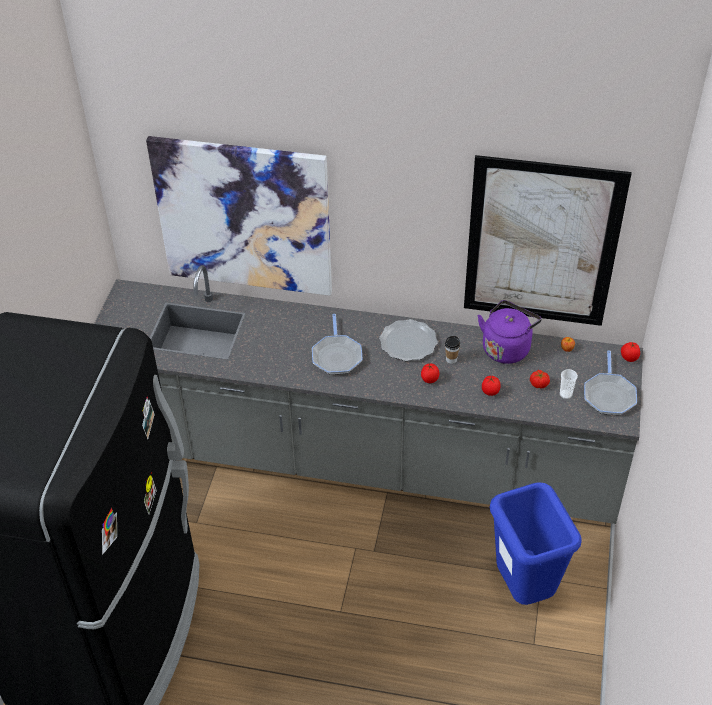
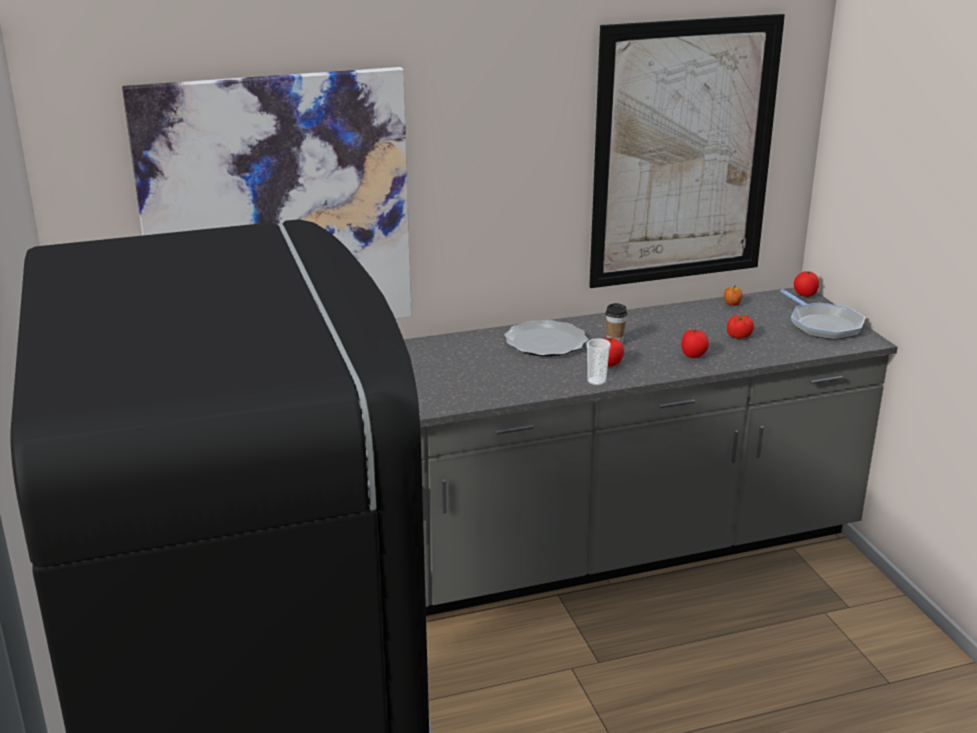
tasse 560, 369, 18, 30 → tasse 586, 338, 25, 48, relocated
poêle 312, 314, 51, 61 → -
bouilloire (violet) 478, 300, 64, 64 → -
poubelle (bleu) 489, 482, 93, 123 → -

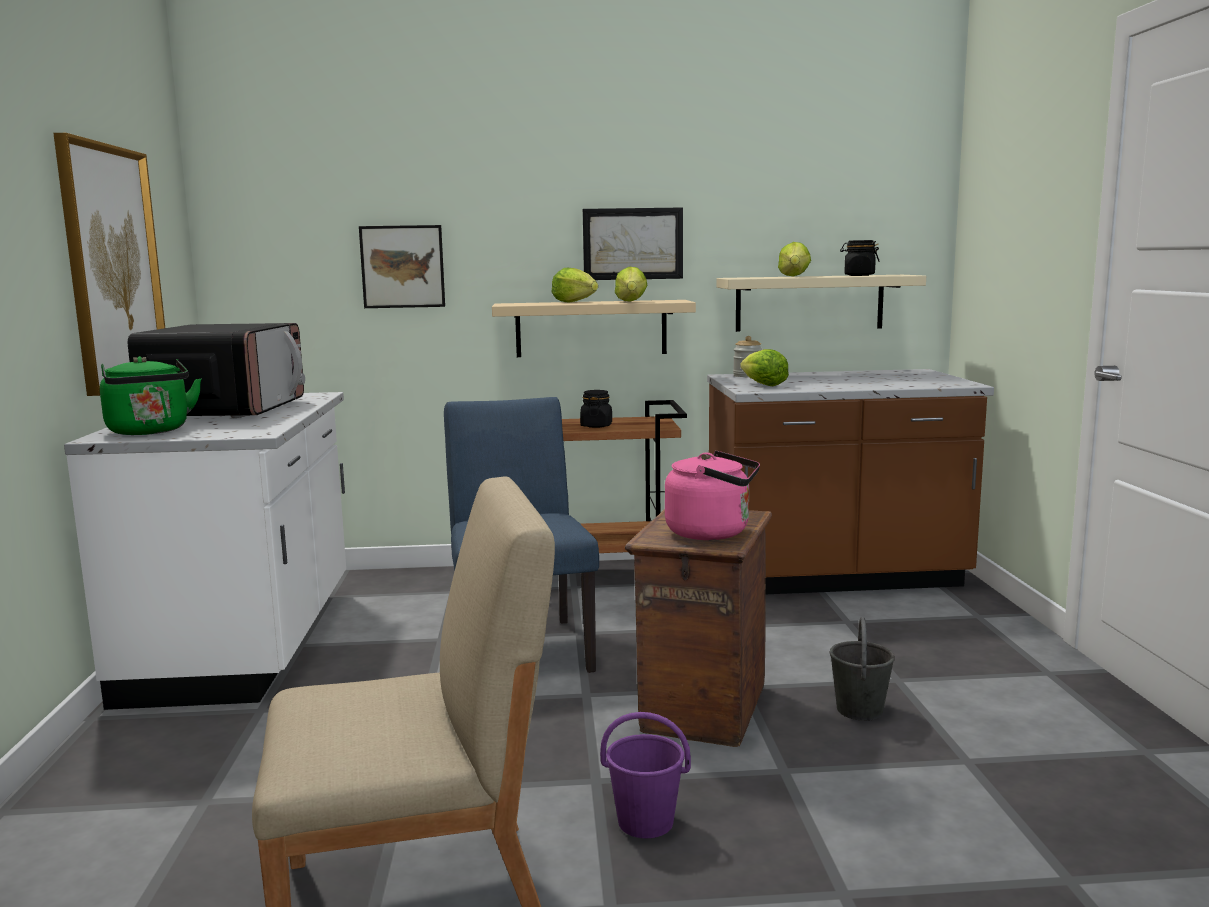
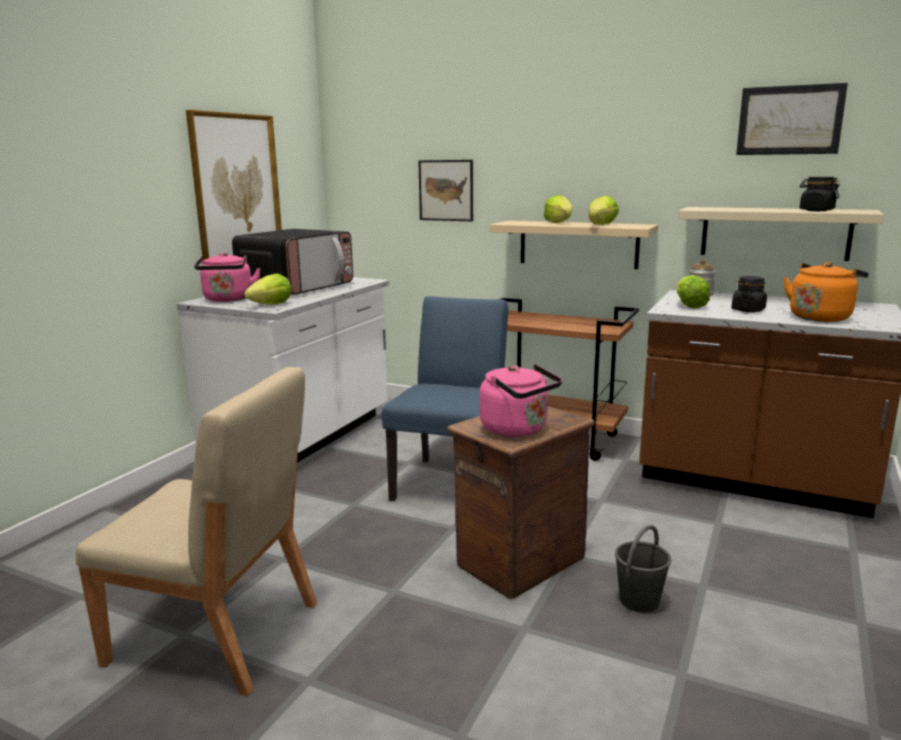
bouilloire (vert) 100, 356, 102, 79 → bouilloire (rose) 194, 252, 67, 50
laitue 778, 242, 33, 35 → laitue 244, 274, 47, 30, relocated
bocal (noir) 580, 390, 32, 38 → bocal (noir) 731, 276, 36, 36, relocated
tableau 583, 207, 100, 73 → tableau 736, 83, 112, 72, relocated
- → bouilloire (orange) 784, 262, 85, 60
seau (violet) 600, 712, 91, 126 → -

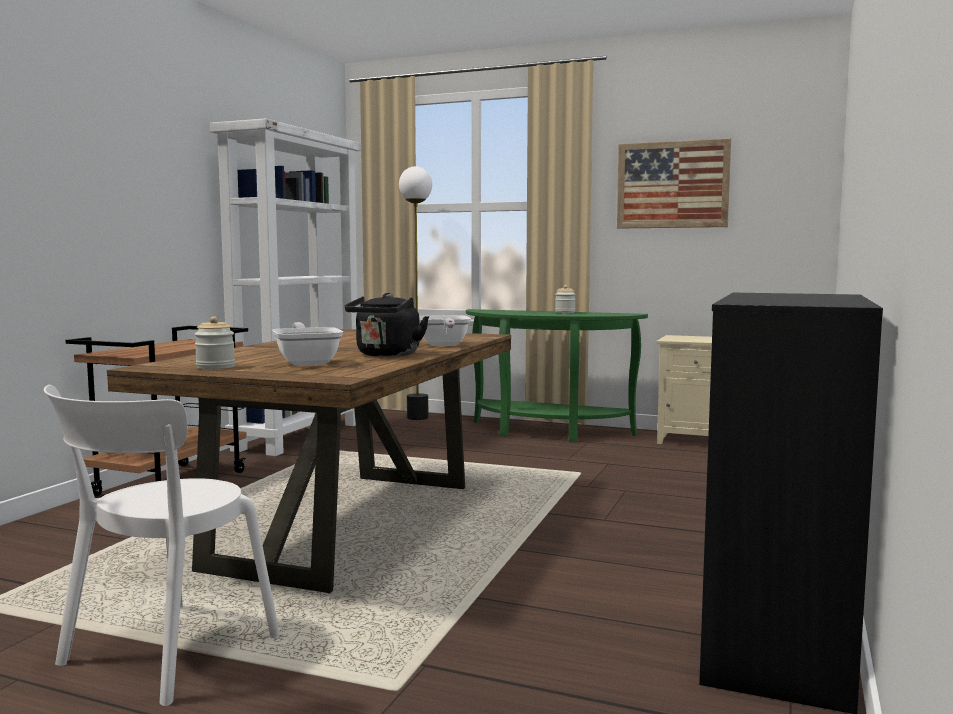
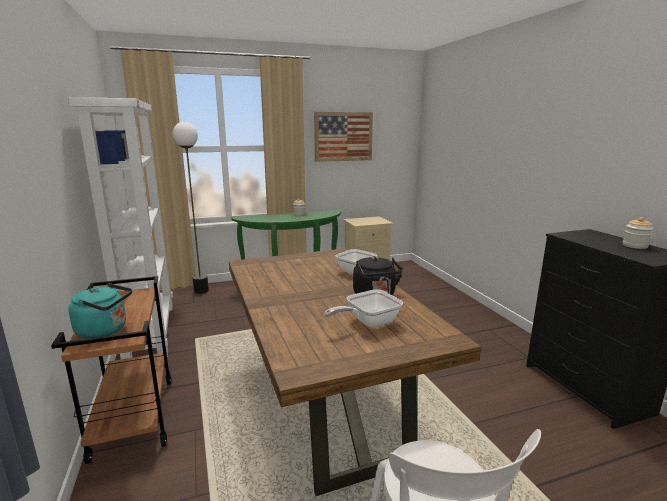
- → bouilloire (turquoise) 68, 283, 64, 56
poêle 272, 322, 71, 44 → poêle 324, 289, 79, 39, 60 degrees counterclockwise
bocal 194, 316, 41, 53 → bocal 623, 217, 30, 32, relocated

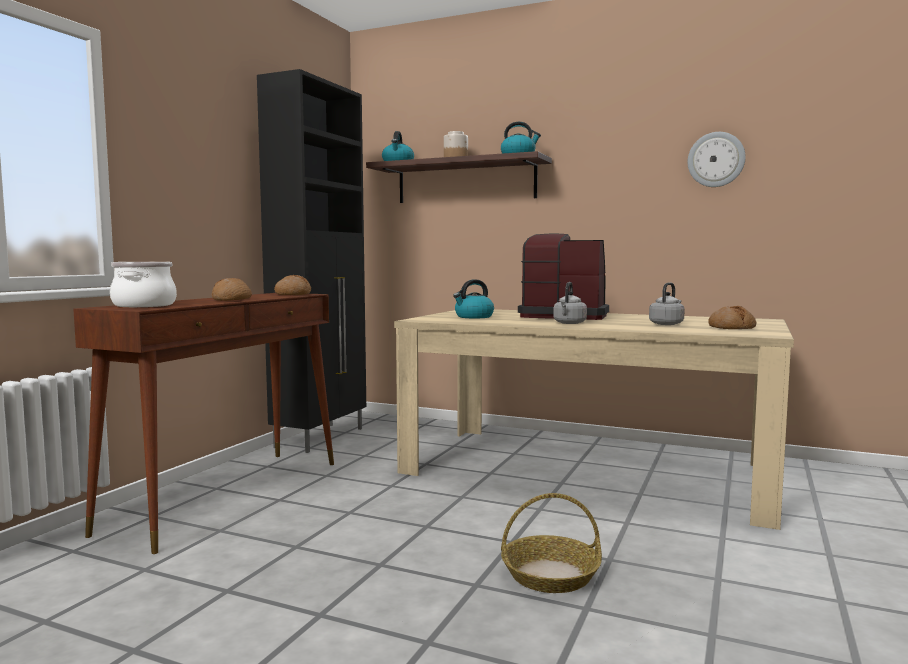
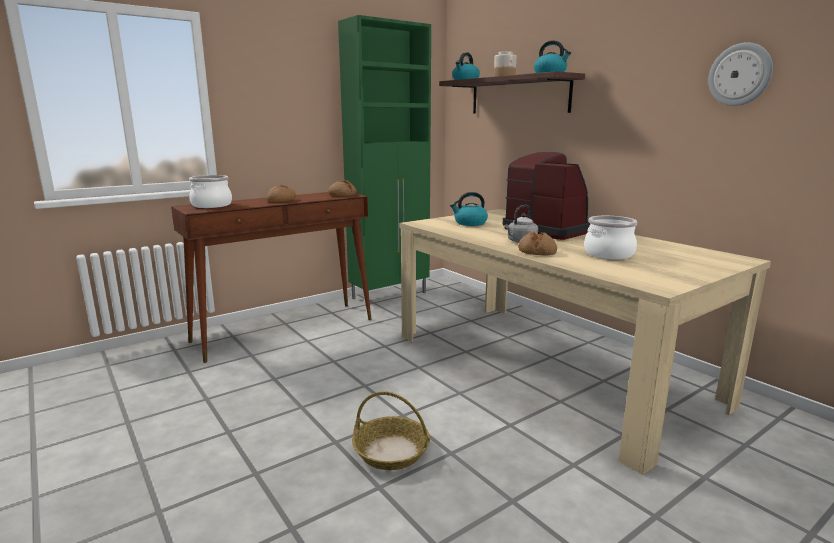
meuble de rangement (noir) 257, 69, 109, 384 → meuble de rangement (vert) 338, 15, 93, 284
pain 708, 306, 48, 23 → pain 518, 232, 39, 24, relocated
bouilloire (gris) 649, 282, 36, 43 → marmite 584, 216, 53, 43

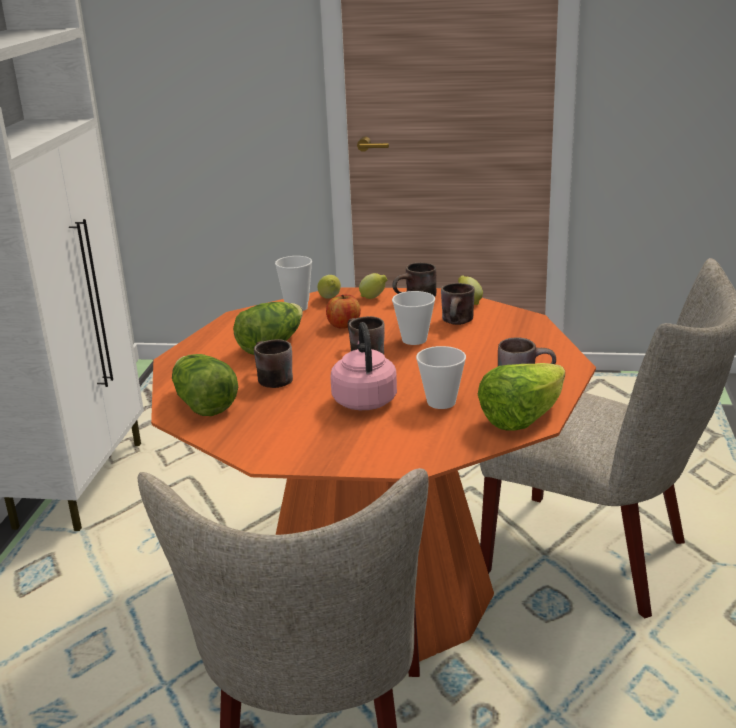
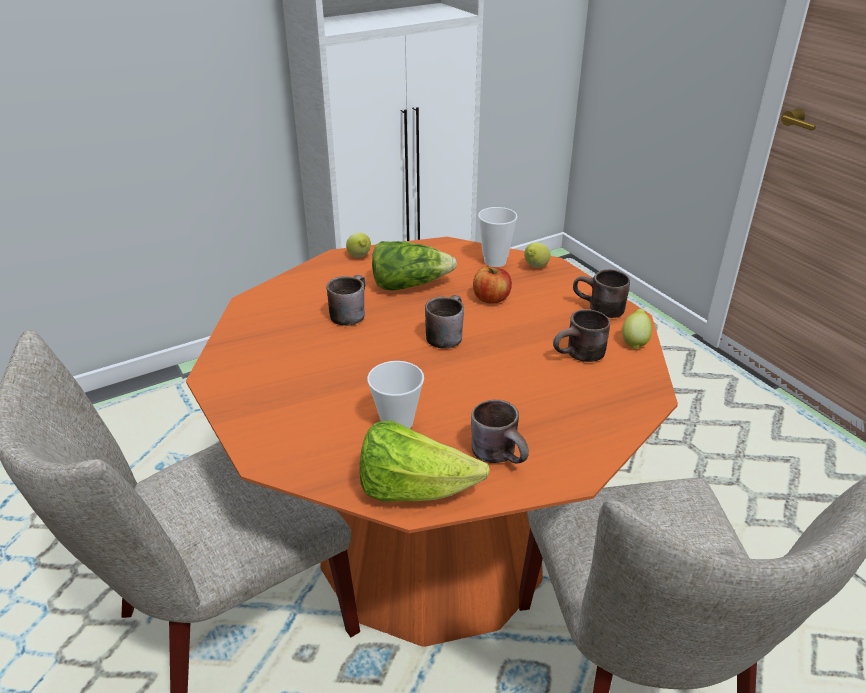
citron 359, 273, 29, 26 → citron 346, 233, 25, 24, relocated
laitue 172, 354, 66, 62 → -
bouilloire (rose) 330, 322, 67, 88 → -
tasse 392, 291, 43, 54 → -

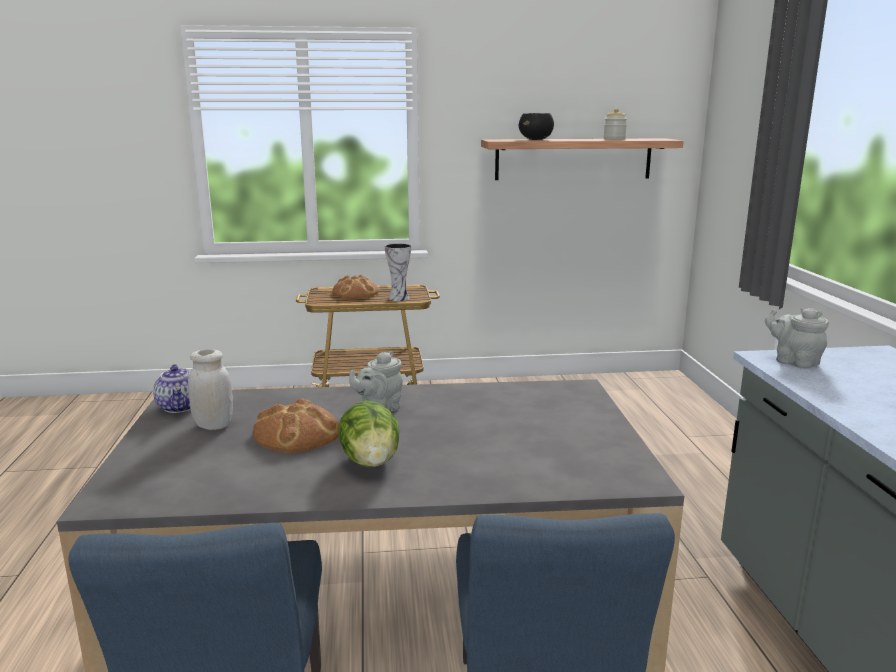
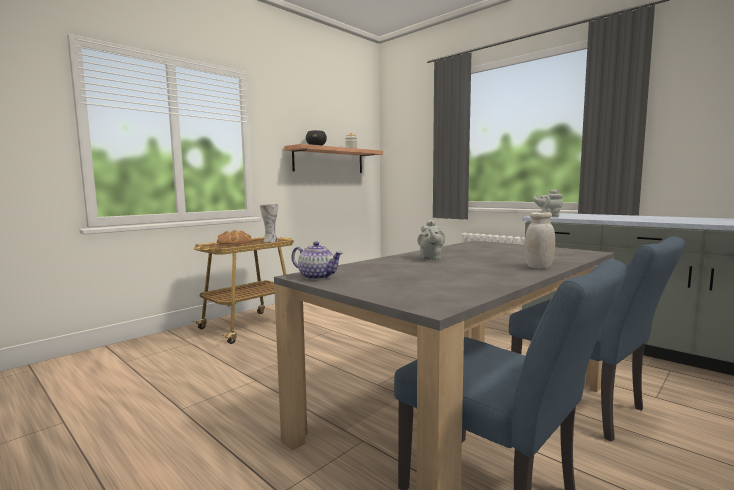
bocal (blanc) 188, 349, 45, 81 → bocal (blanc) 524, 212, 31, 56, relocated
pain 253, 398, 86, 55 → -
laitue 338, 401, 62, 66 → -

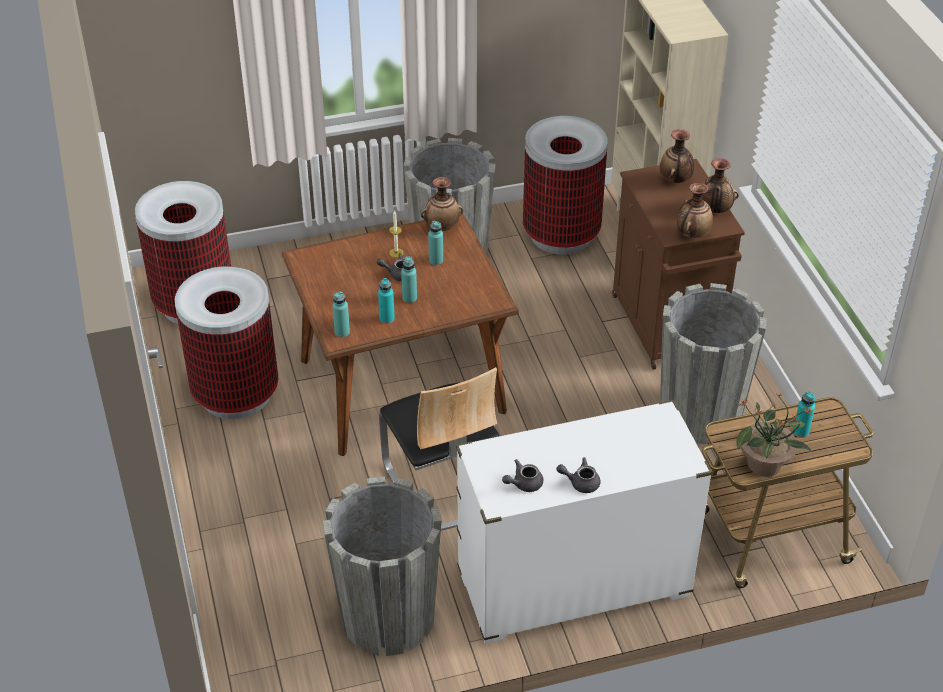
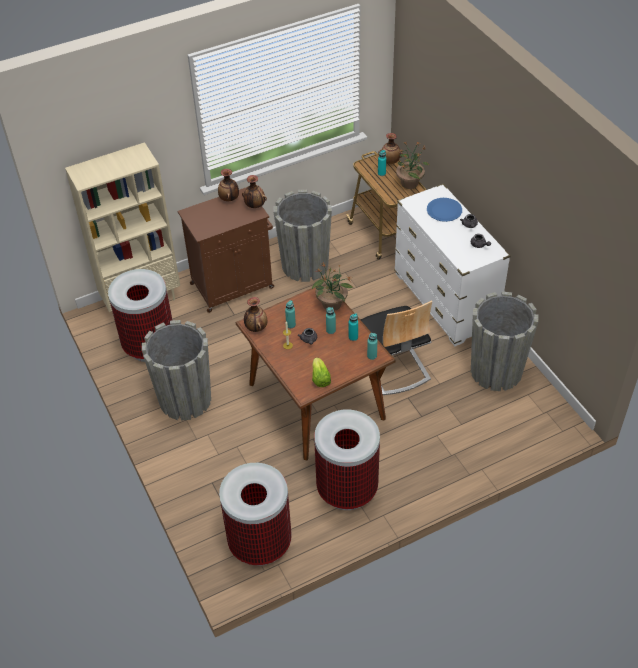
- → plante en pot 312, 263, 42, 48
- → laitue 312, 357, 19, 30
chaise 379, 367, 121, 164 → chaise 361, 300, 71, 95, 105 degrees clockwise
vase 660, 129, 34, 54 → vase 378, 133, 25, 31, relocated
- → assiette (bleu) 427, 198, 35, 24

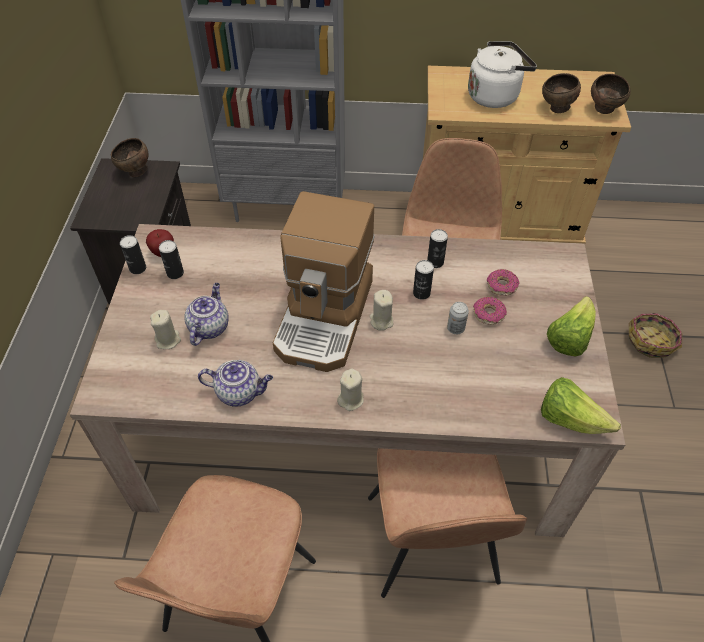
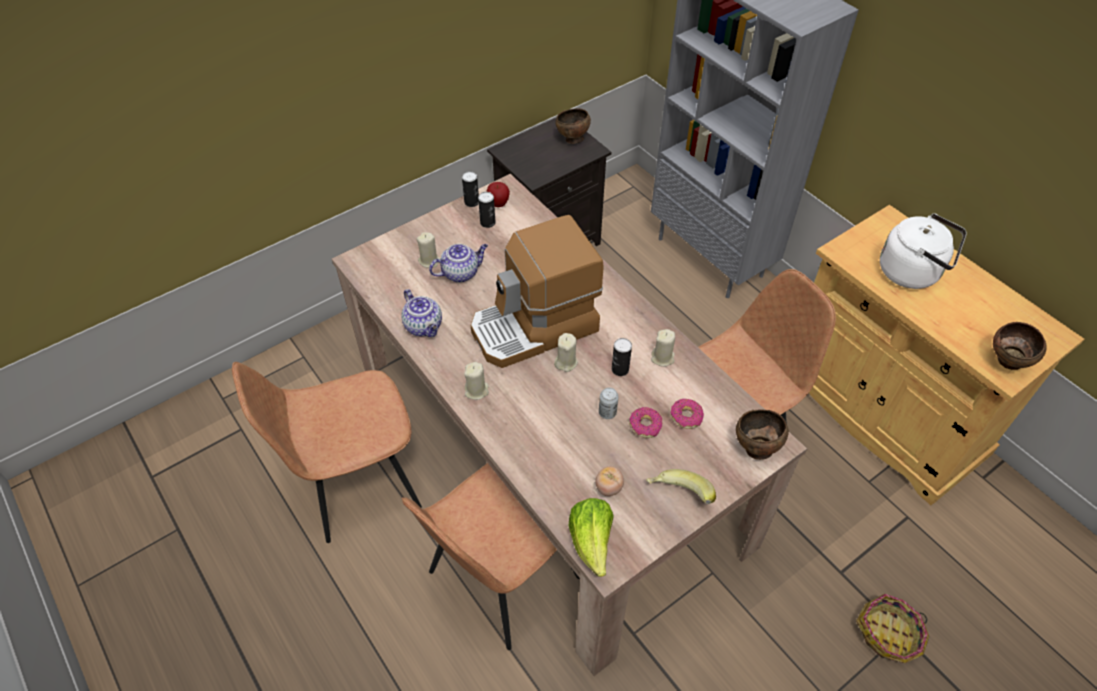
- → tomate 595, 466, 29, 30
laitue 547, 296, 49, 61 → banane 646, 469, 70, 35
boîte métallique 427, 229, 21, 39 → bougie (beige) 651, 329, 24, 38
bol (marron) 542, 73, 39, 40 → bol (marron) 736, 409, 53, 51, relocated

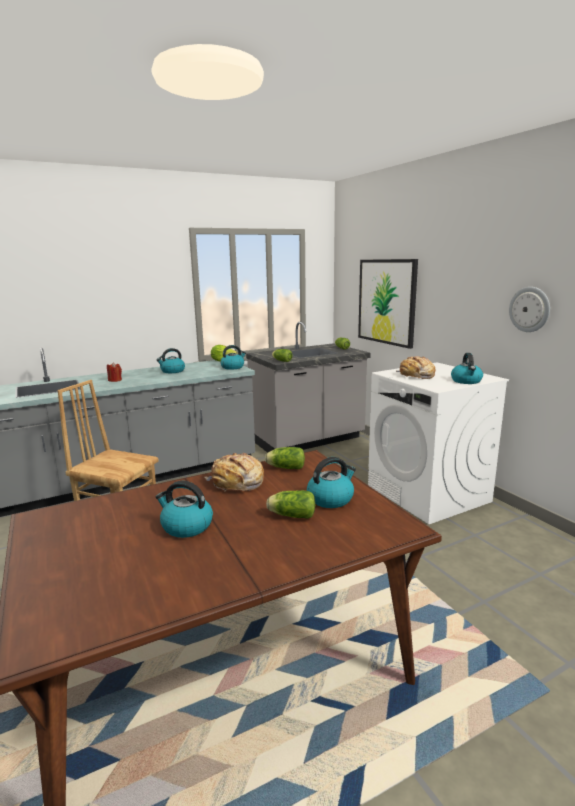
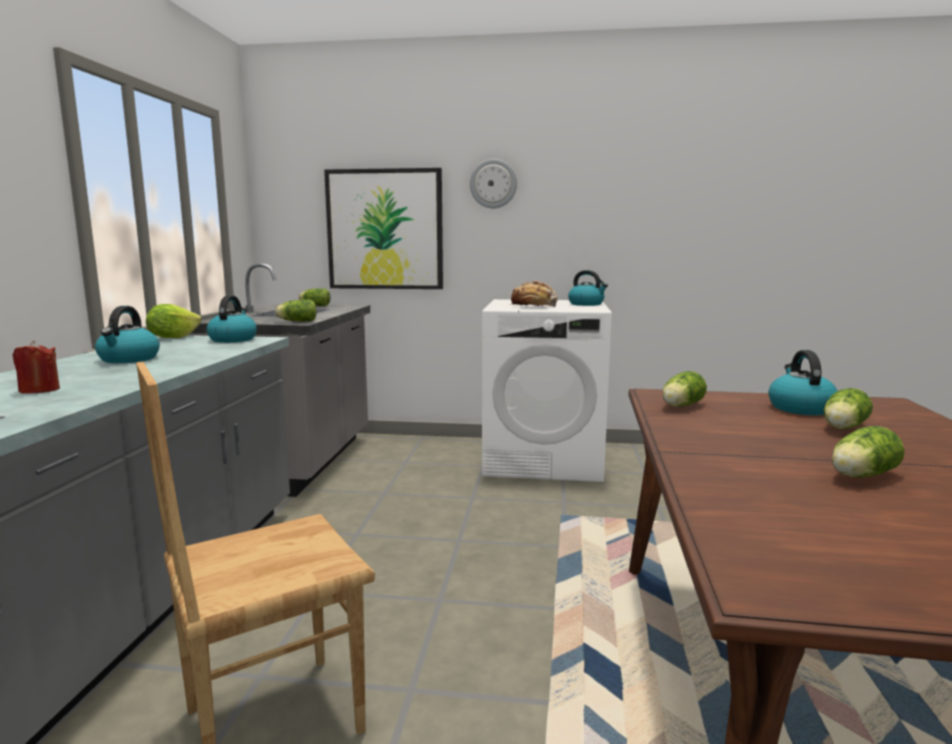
horloge murale 509, 287, 41, 45 → horloge murale 470, 159, 47, 49, relocated
bouilloire 156, 481, 57, 57 → laitue 832, 426, 73, 52
pain 205, 453, 59, 39 → -

